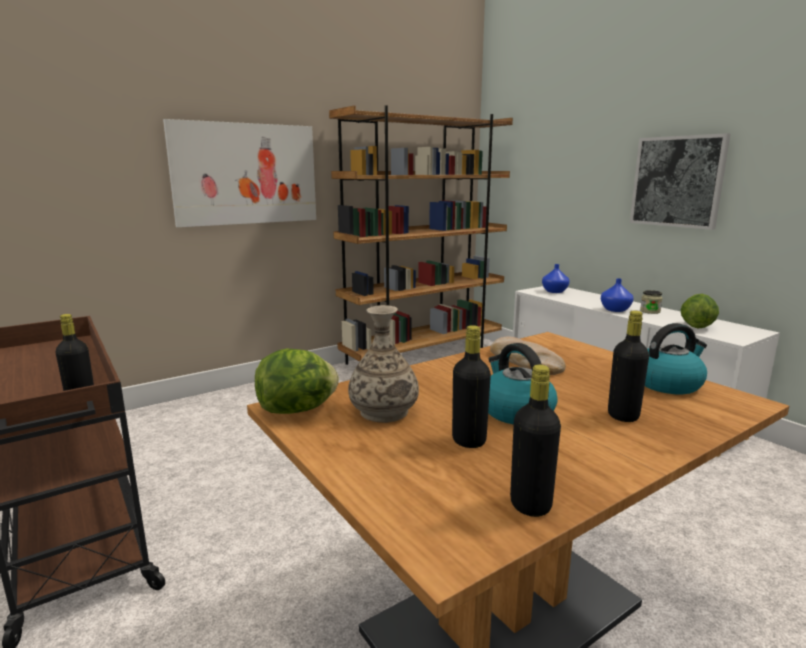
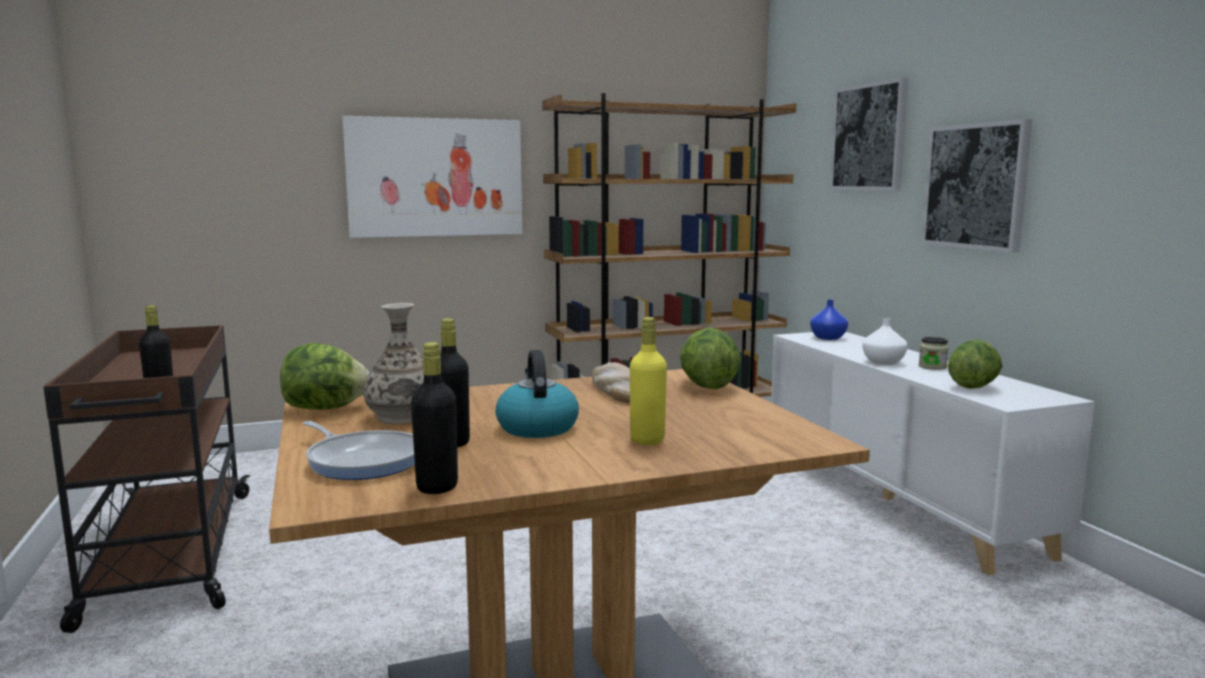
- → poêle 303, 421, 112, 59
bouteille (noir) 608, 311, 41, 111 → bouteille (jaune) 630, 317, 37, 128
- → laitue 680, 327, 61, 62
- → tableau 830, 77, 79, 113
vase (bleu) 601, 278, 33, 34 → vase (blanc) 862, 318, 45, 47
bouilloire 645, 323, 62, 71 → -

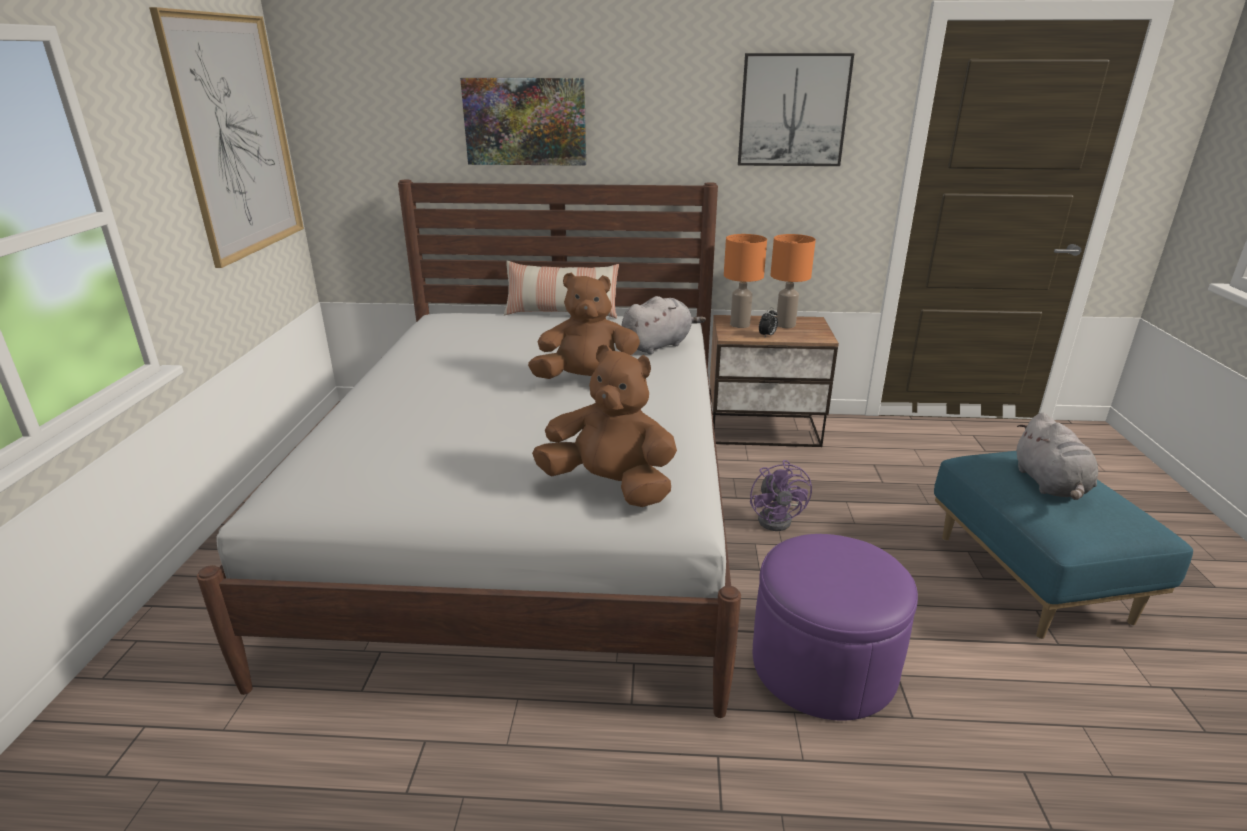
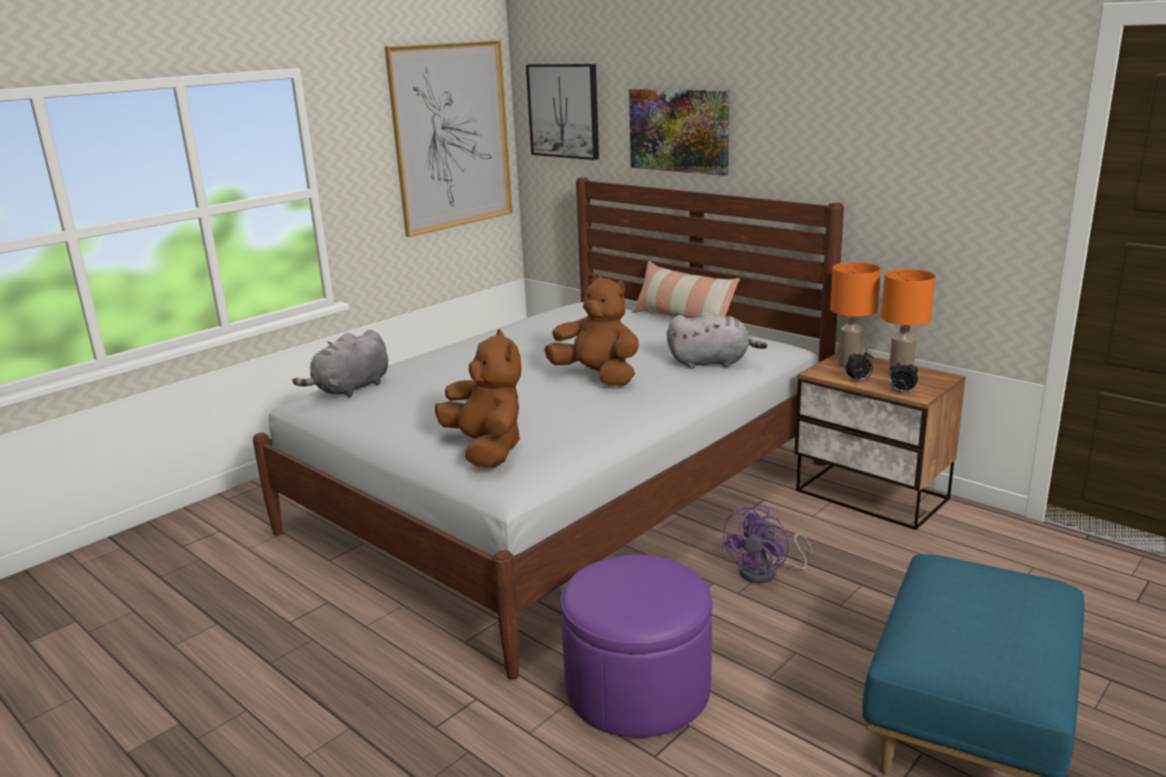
peluche (gris) 1017, 413, 81, 87 → peluche (gris) 292, 330, 96, 67, relocated
tableau 738, 53, 116, 113 → tableau 526, 64, 73, 96, relocated
- → réveil 890, 359, 28, 35

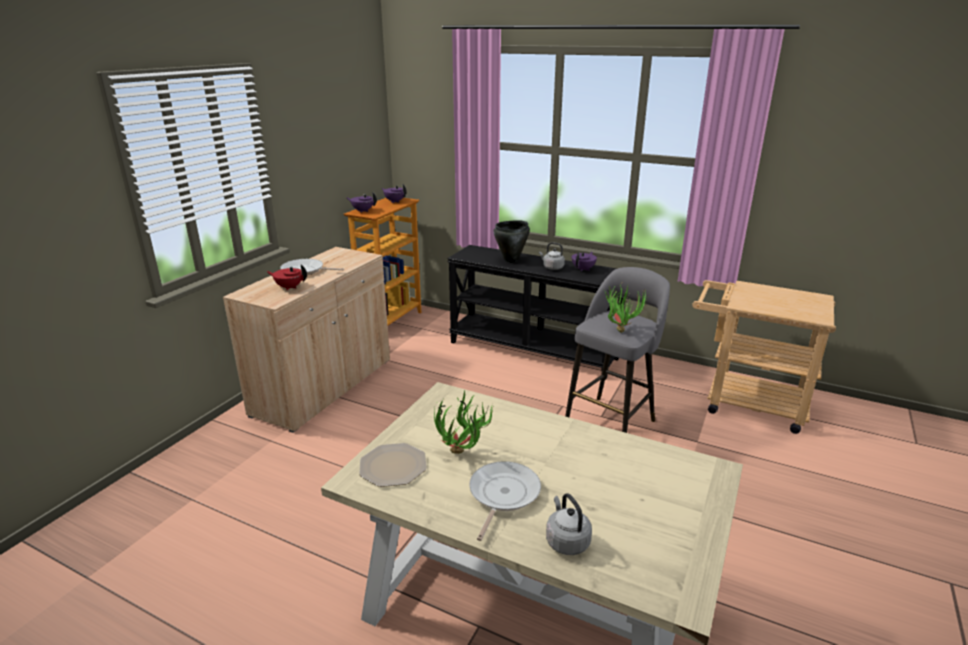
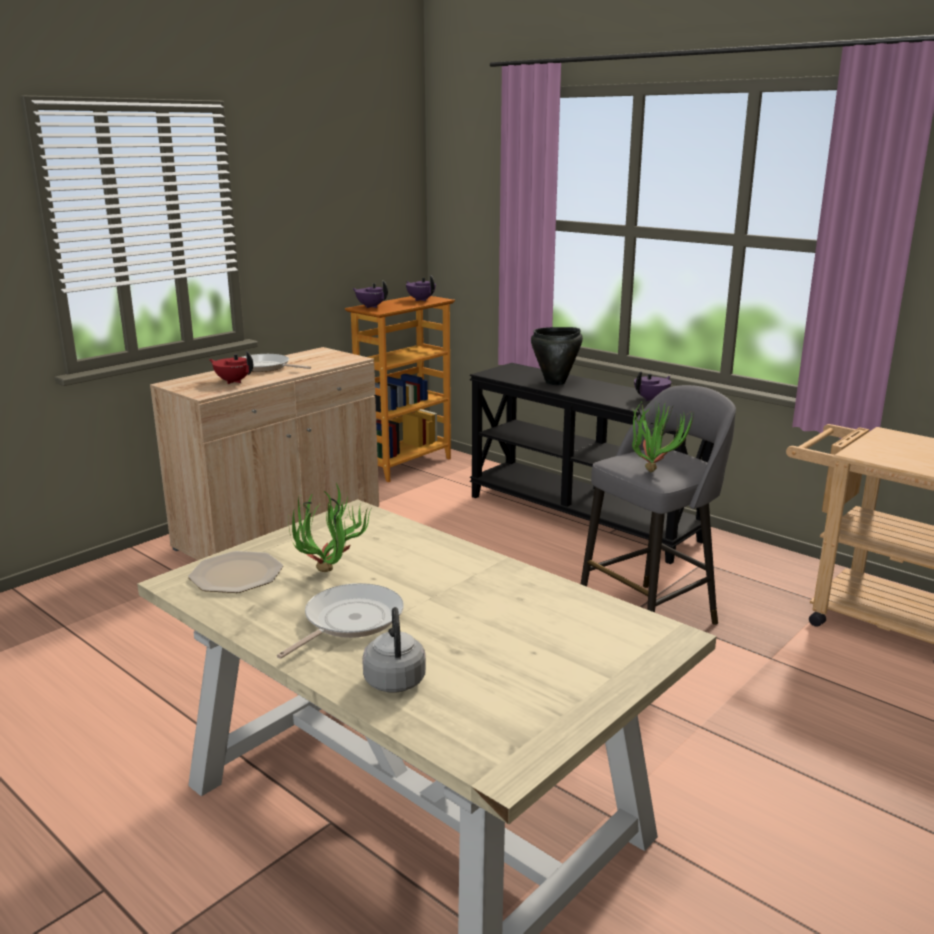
bouilloire (gris) 539, 242, 26, 28 → -

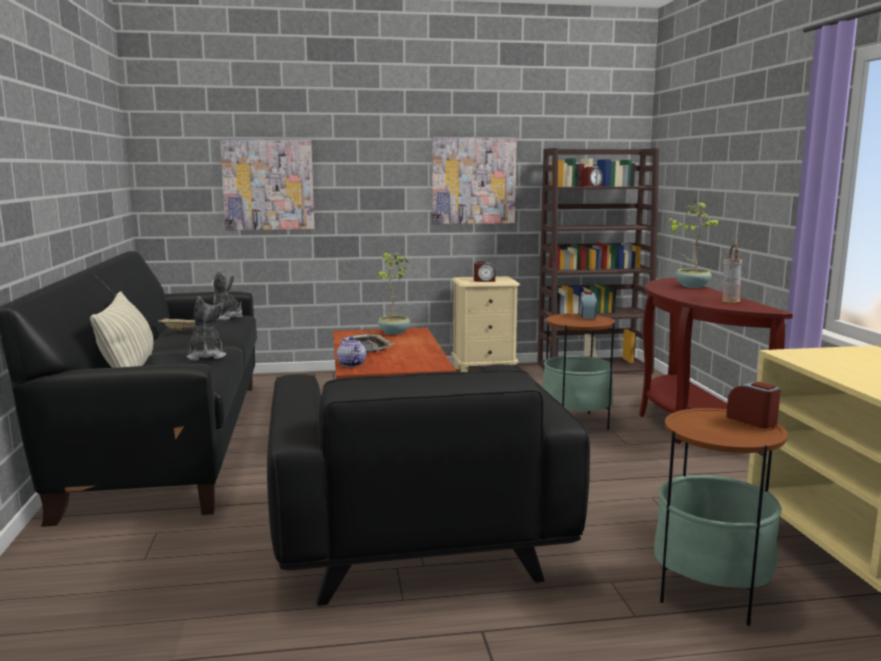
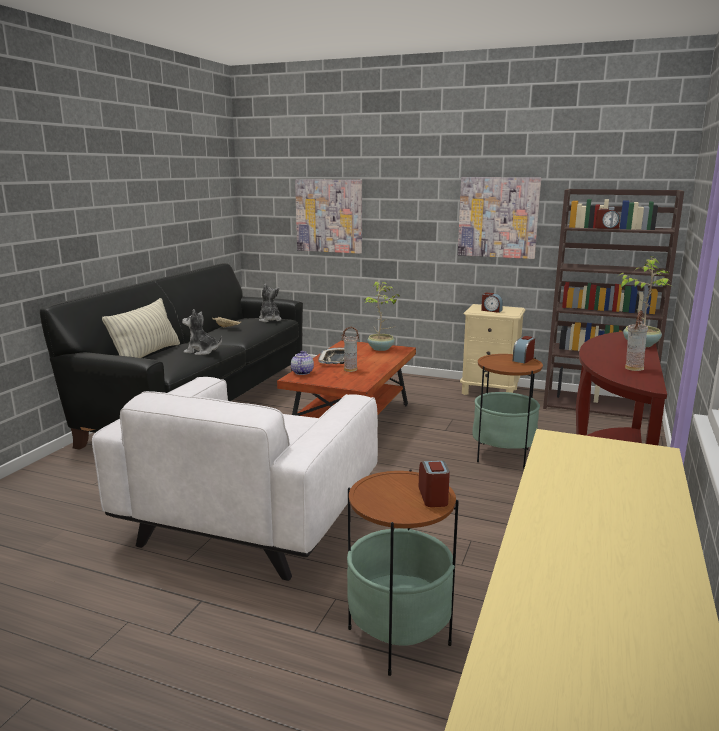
fauteuil (noir) 267, 364, 323, 242 → fauteuil (blanc) 92, 377, 286, 204
peluche 187, 297, 39, 63 → peluche 182, 309, 40, 46, 90 degrees counterclockwise
- → vase 341, 327, 18, 45

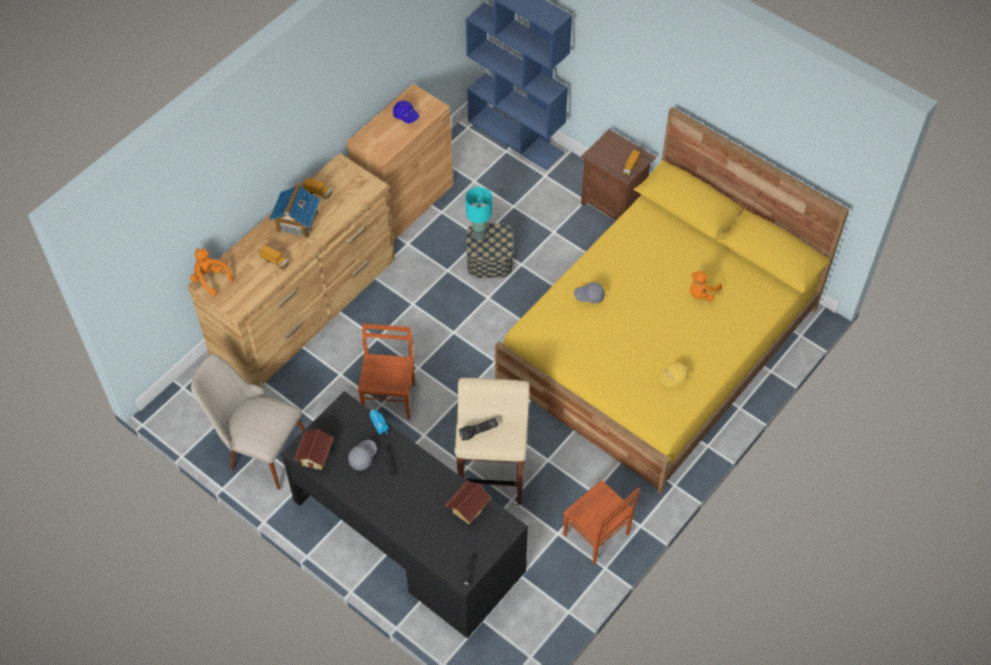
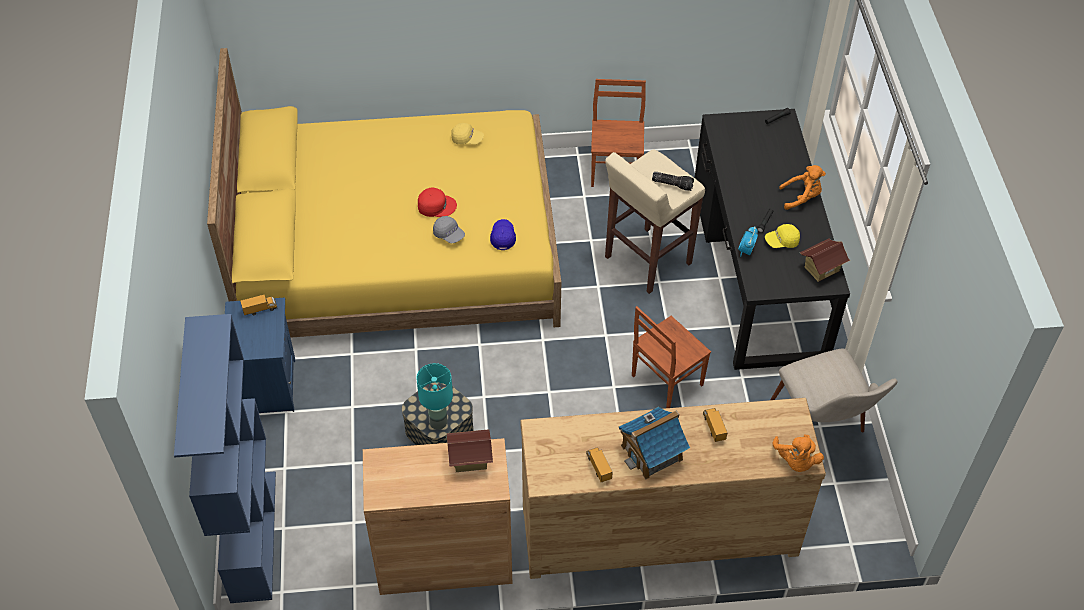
table de chevet (marron) 581, 129, 75, 91 → table de chevet (bleu) 225, 298, 70, 115
- → casquette (rouge) 418, 188, 39, 29
maison miniature 445, 480, 47, 44 → maison miniature 447, 429, 46, 43, relocated
casquette (bleu) 393, 100, 27, 24 → casquette (bleu) 490, 219, 26, 31, relocated
casquette (gris) 348, 440, 29, 30 → casquette (jaune) 765, 224, 35, 24
peluche (orange) 690, 271, 32, 30 → peluche (orange) 779, 165, 47, 45, relocated

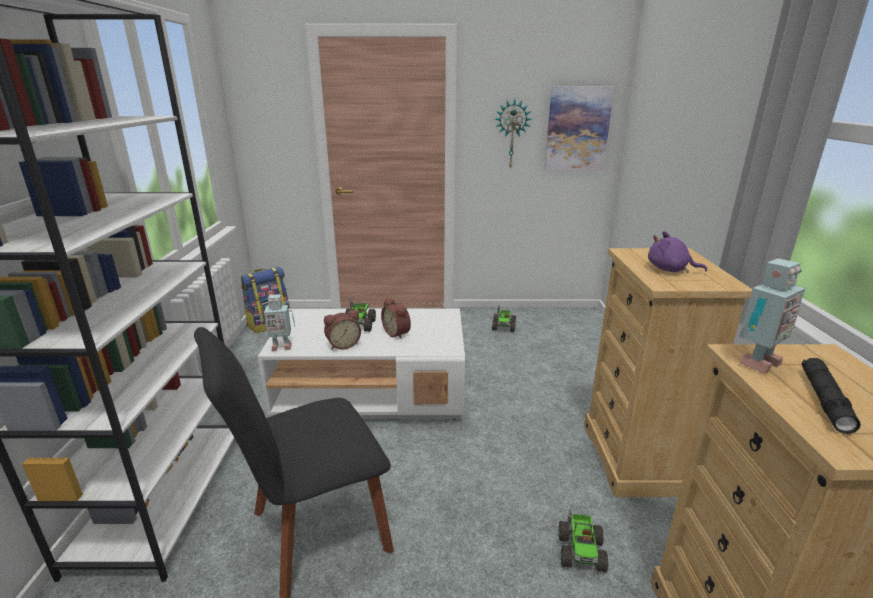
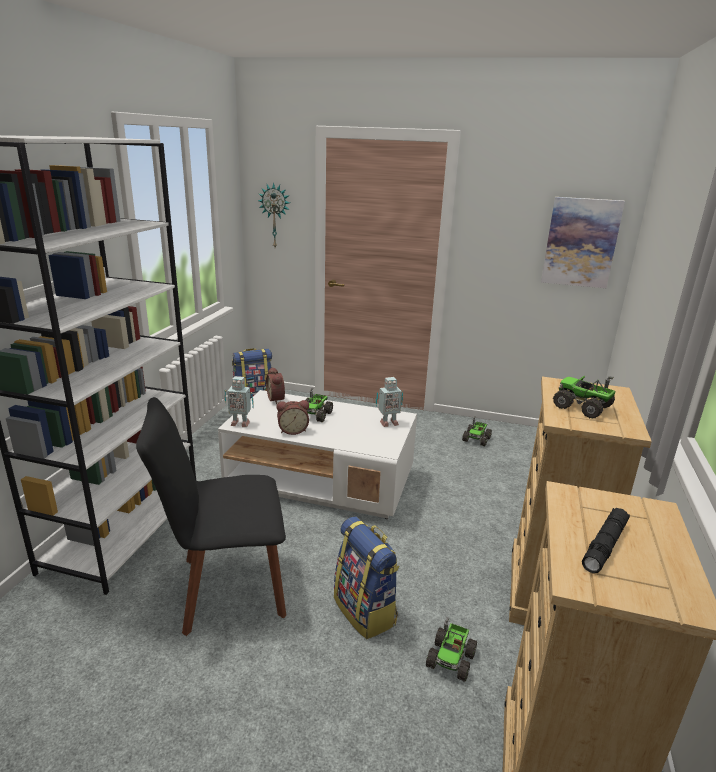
horloge murale 495, 99, 36, 71 → horloge murale 258, 183, 32, 64, relocated
réveil 381, 298, 30, 42 → réveil 266, 367, 19, 37, relocated
- → sac à dos 334, 517, 65, 122
robot jouet 739, 259, 66, 115 → robot jouet 376, 377, 27, 50, relocated
peluche (violet) 648, 231, 59, 42 → camion jouet 553, 375, 62, 43

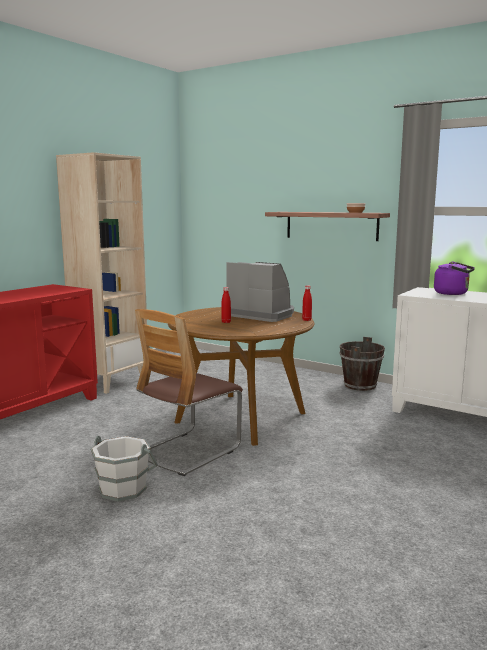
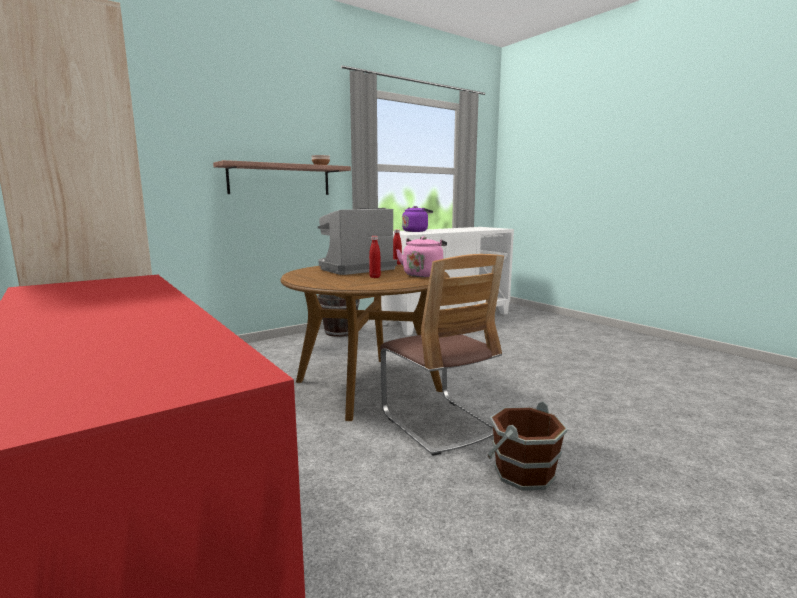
- → bouilloire (rose) 396, 236, 51, 41
seau (blanc) 91, 436, 67, 66 → seau (marron) 488, 401, 80, 90

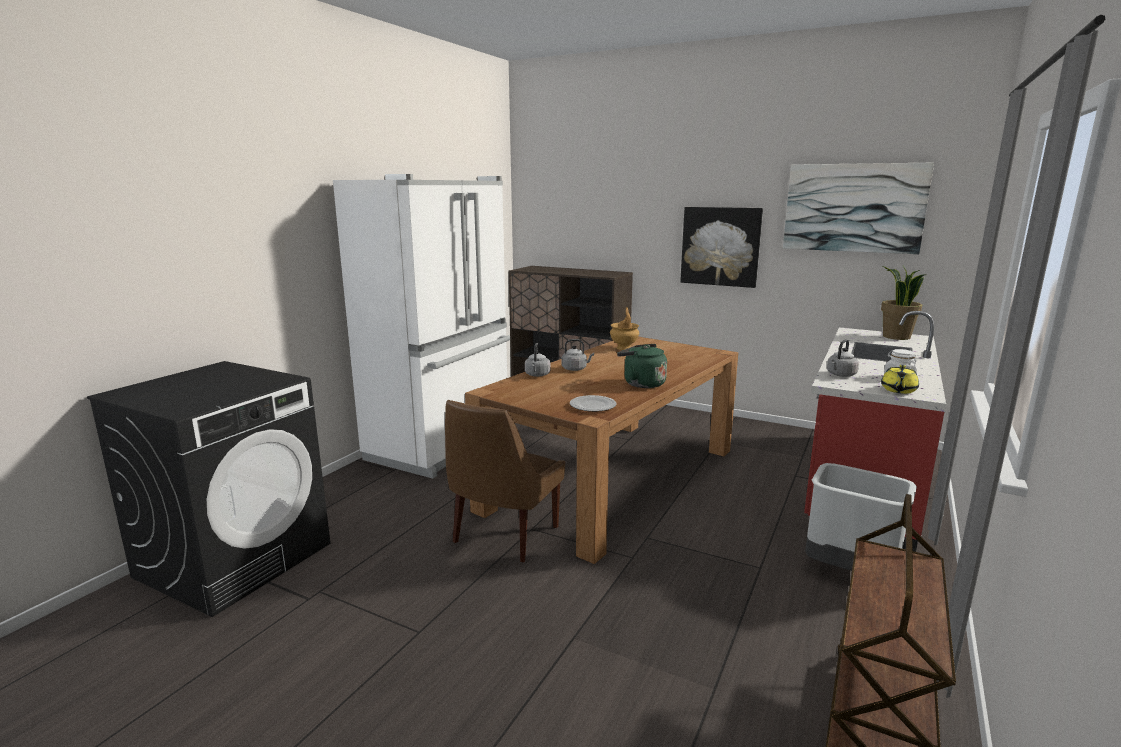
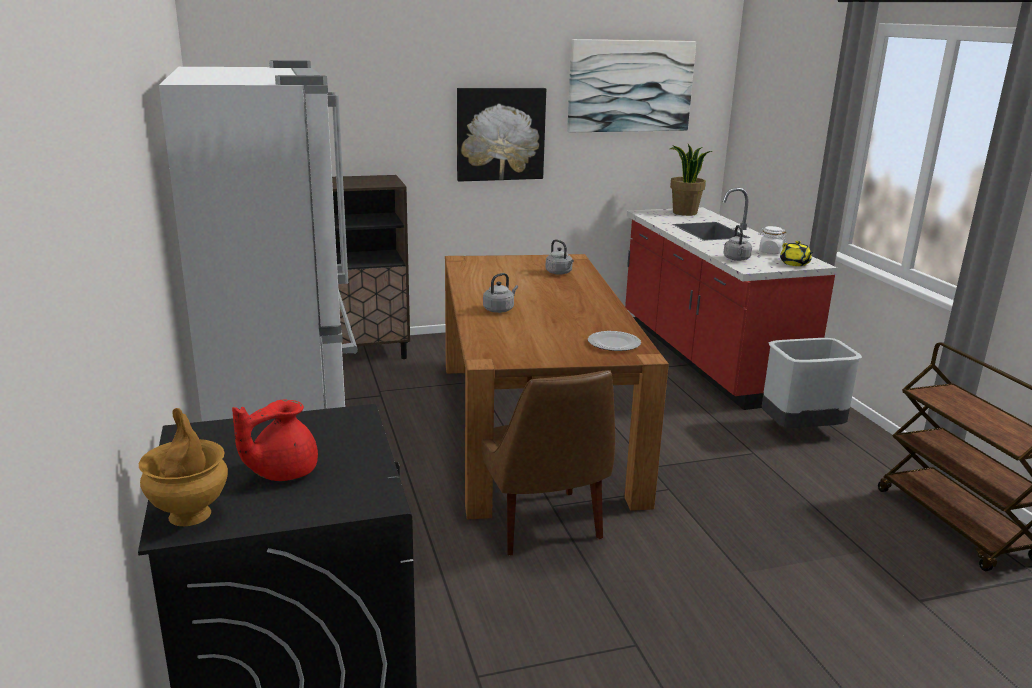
vase (marron) 610, 307, 29, 43 → vase (marron) 139, 408, 89, 118, relocated
- → théière (rouge) 232, 400, 86, 81
bouilloire (gris) 525, 343, 26, 34 → bouilloire (gris) 545, 239, 29, 36, relocated
bouilloire (vert) 617, 344, 50, 44 → -

